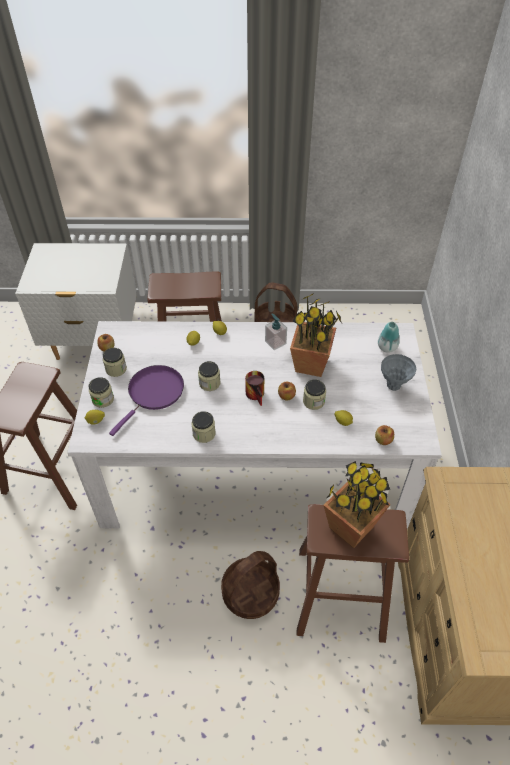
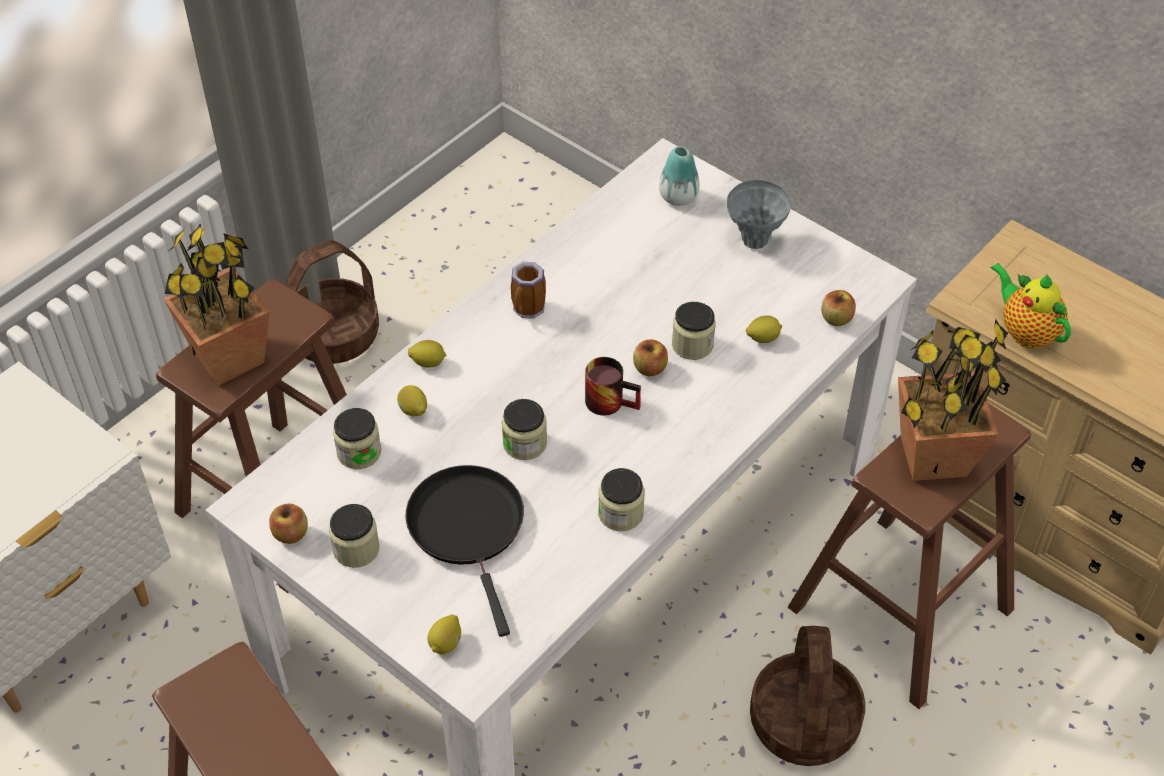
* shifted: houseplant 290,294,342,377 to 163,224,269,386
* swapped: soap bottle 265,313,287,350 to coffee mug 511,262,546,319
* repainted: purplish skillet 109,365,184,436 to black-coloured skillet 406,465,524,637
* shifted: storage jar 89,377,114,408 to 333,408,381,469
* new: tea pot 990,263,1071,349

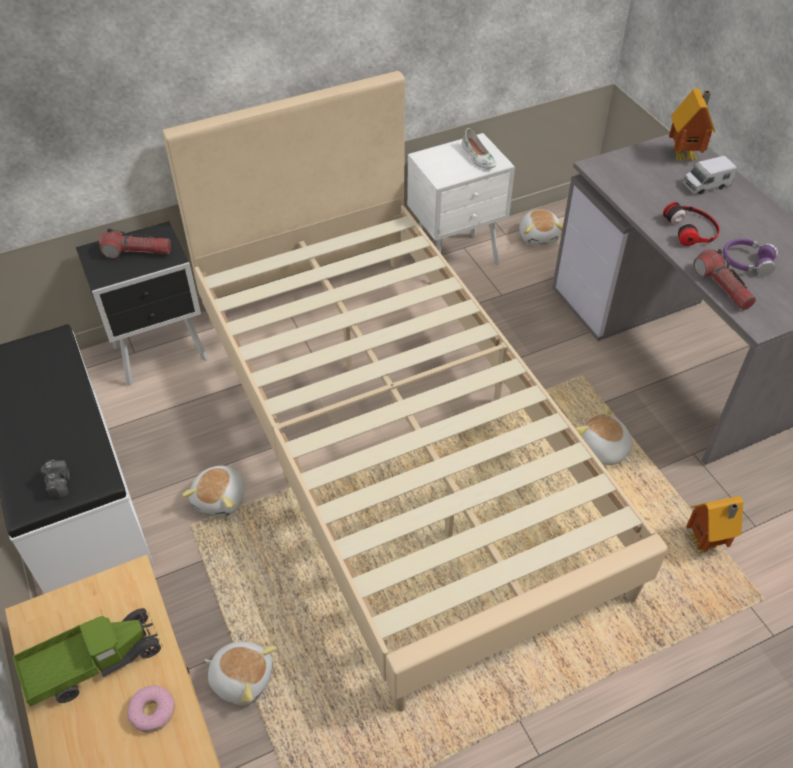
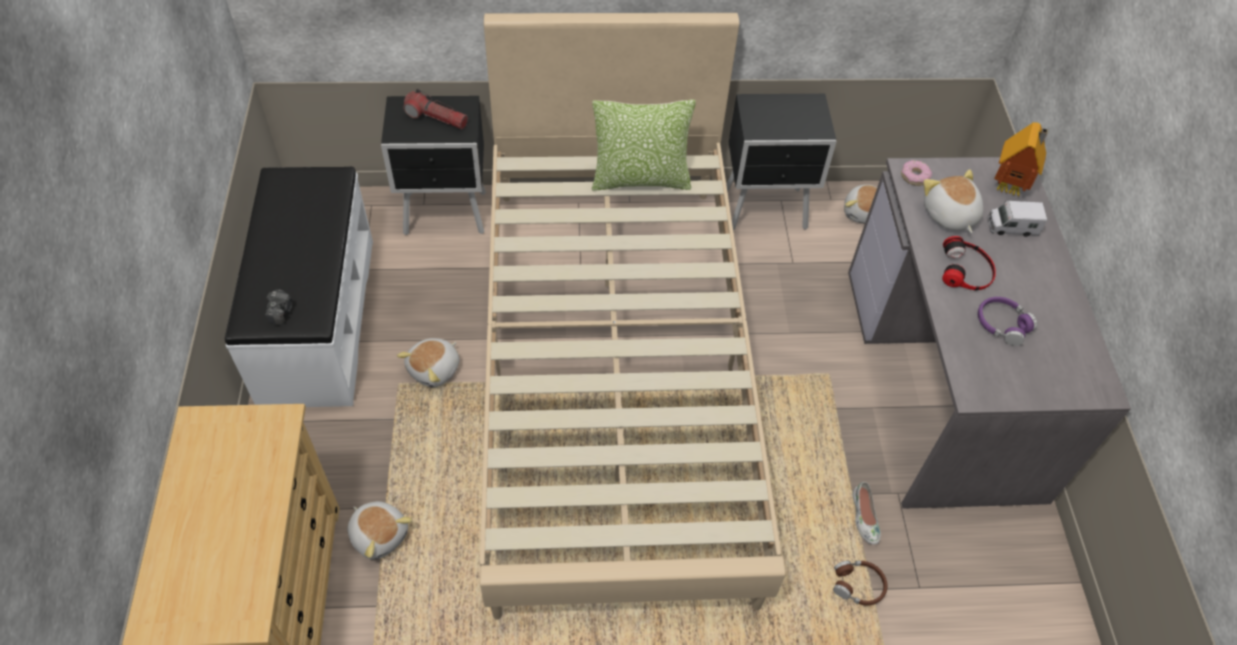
* shifted: white item of footwear 462,128,496,169 to 853,482,881,545
* repainted: white bedside table 407,133,515,265 to black-coloured bedside table 726,94,837,230
* gone: torch 693,249,756,310
* shifted: plush toy 575,405,633,465 to 923,169,983,233
* swapped: model house 686,496,743,554 to brown-coloured pair of headphones 833,561,888,606
* gone: toy truck 12,608,163,707
* shifted: donut 127,686,175,733 to 901,160,932,186
* new: throw pillow 591,100,696,190

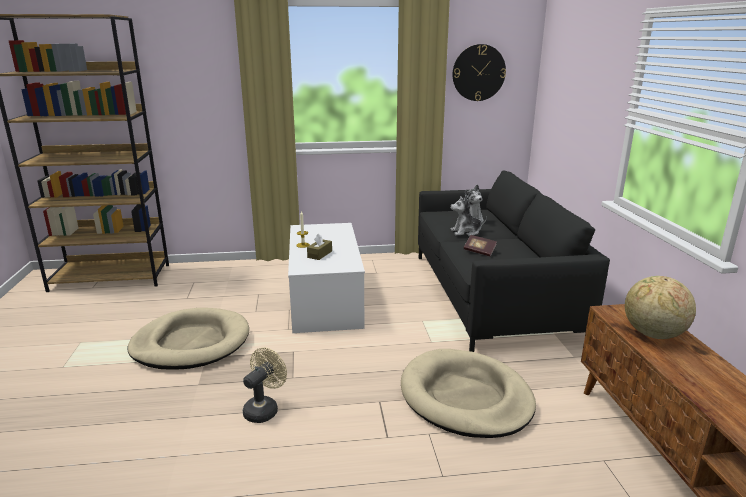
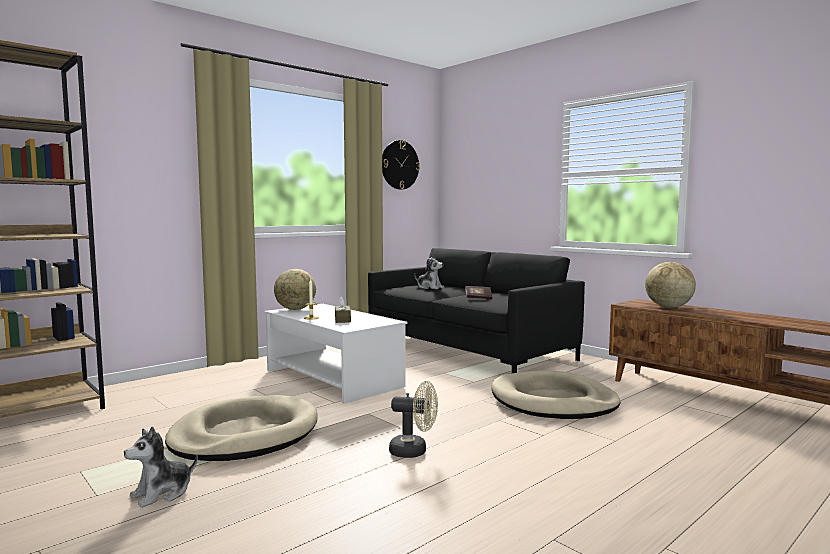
* shifted: plush toy 450,195,487,236 to 124,426,198,508
* rotated: beige-coloured electric fan 243,348,287,423 = 389,381,438,458 105 degrees clockwise
* new: desk globe 274,269,316,310

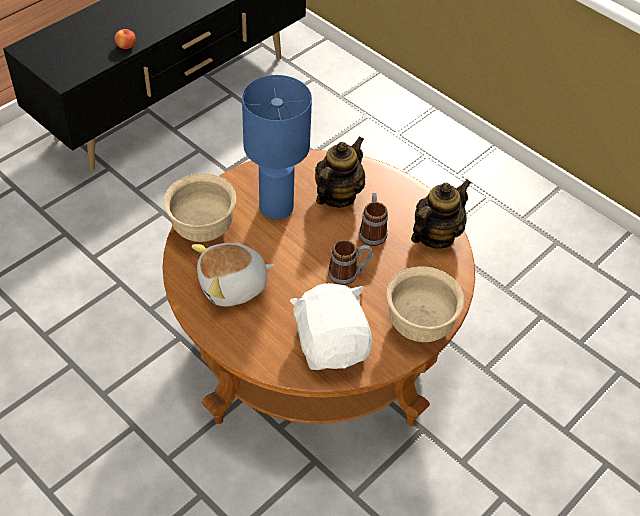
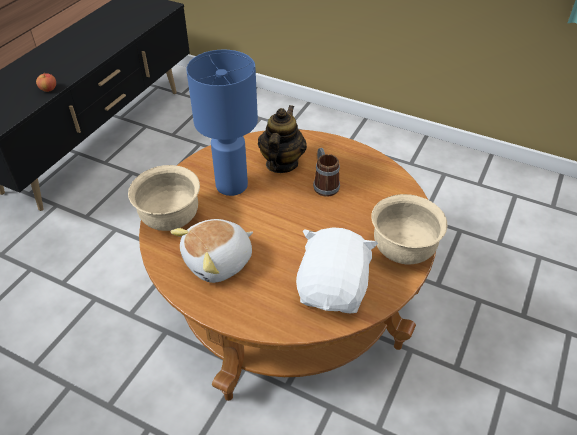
* gone: tea pot 411,179,471,249
* gone: coffee mug 328,240,373,285
* rotated: white plush toy 290,283,372,370 = 296,227,378,313 45 degrees clockwise

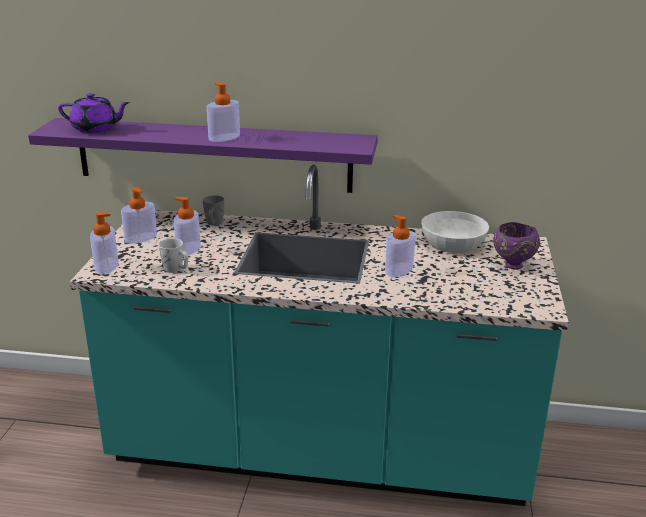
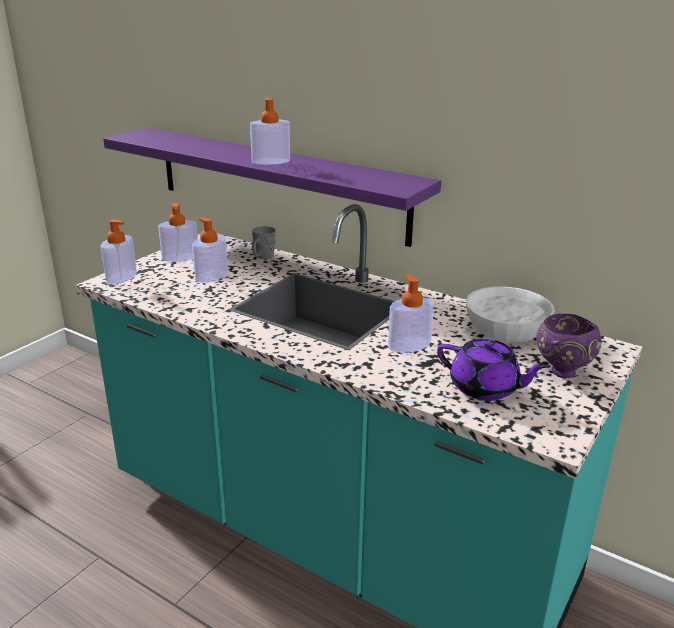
* shifted: purplish tea pot 58,93,130,133 to 437,339,549,401
* gone: white coffee mug 159,238,188,273

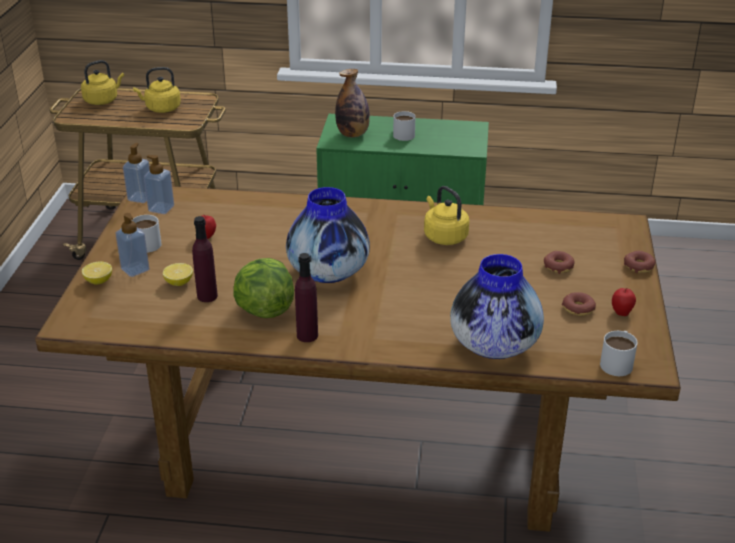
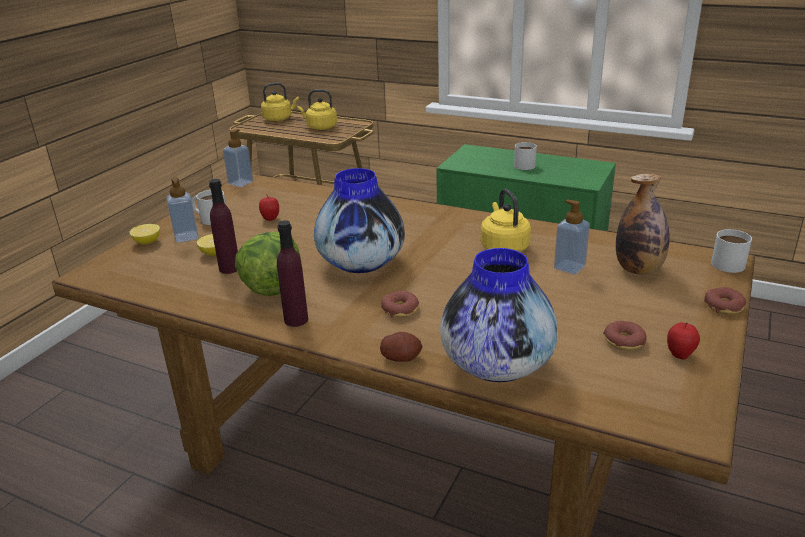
* shifted: drink bottle 335,69,370,137 to 616,173,670,275
* shifted: soap bottle 144,155,174,214 to 554,199,590,275
* shifted: donut 544,251,574,274 to 381,291,419,318
* shifted: white coffee mug 600,331,637,376 to 711,229,752,273
* new: whole potato 380,332,423,362

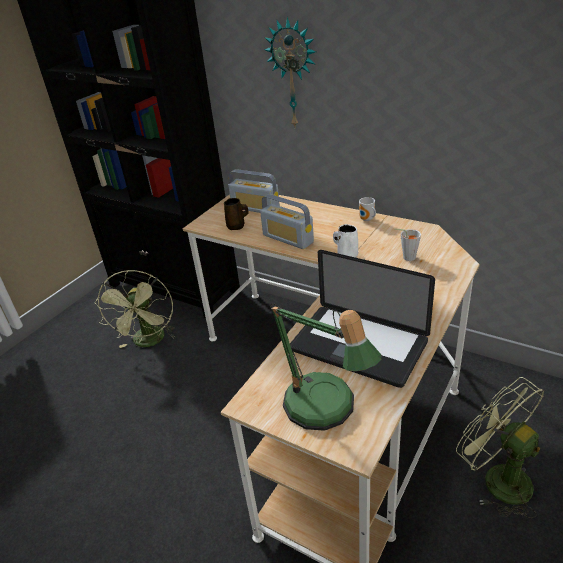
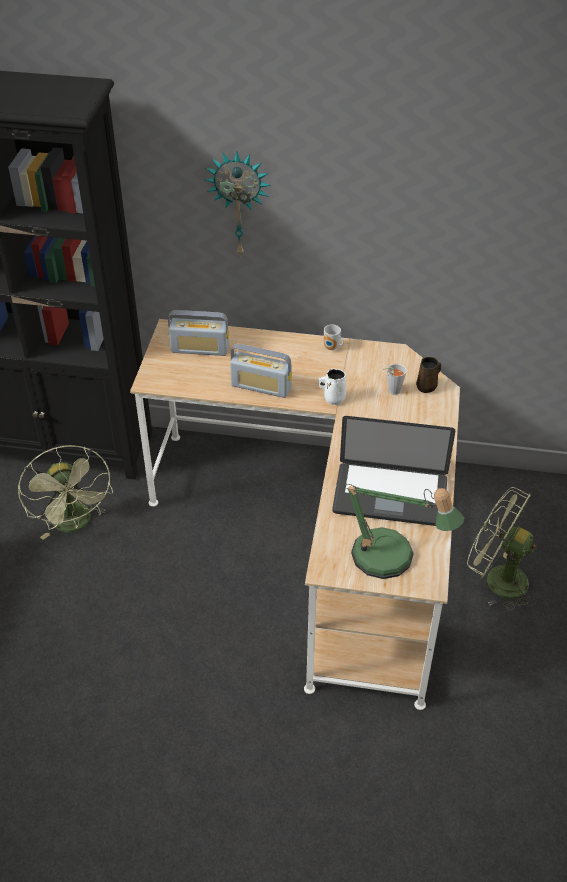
* shifted: brown-coloured coffee mug 224,198,249,230 to 416,357,441,393

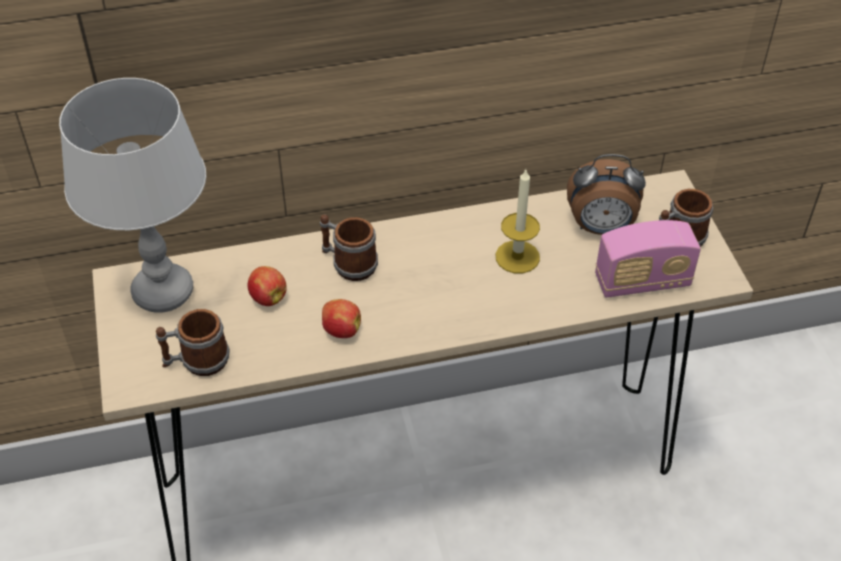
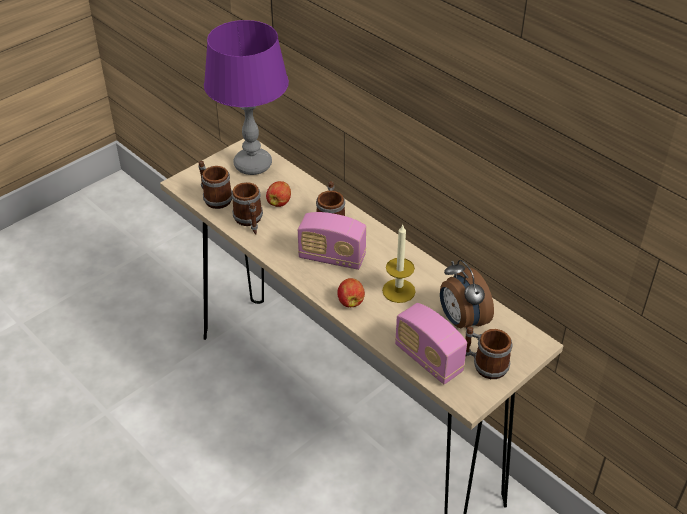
* repainted: gray tabletop lamp 59,78,206,313 to purplish tabletop lamp 204,20,289,175
* shifted: apple fruit 322,299,361,338 to 337,278,365,307
* new: coffee mug 232,182,263,234
* new: radio receiver 298,212,366,270

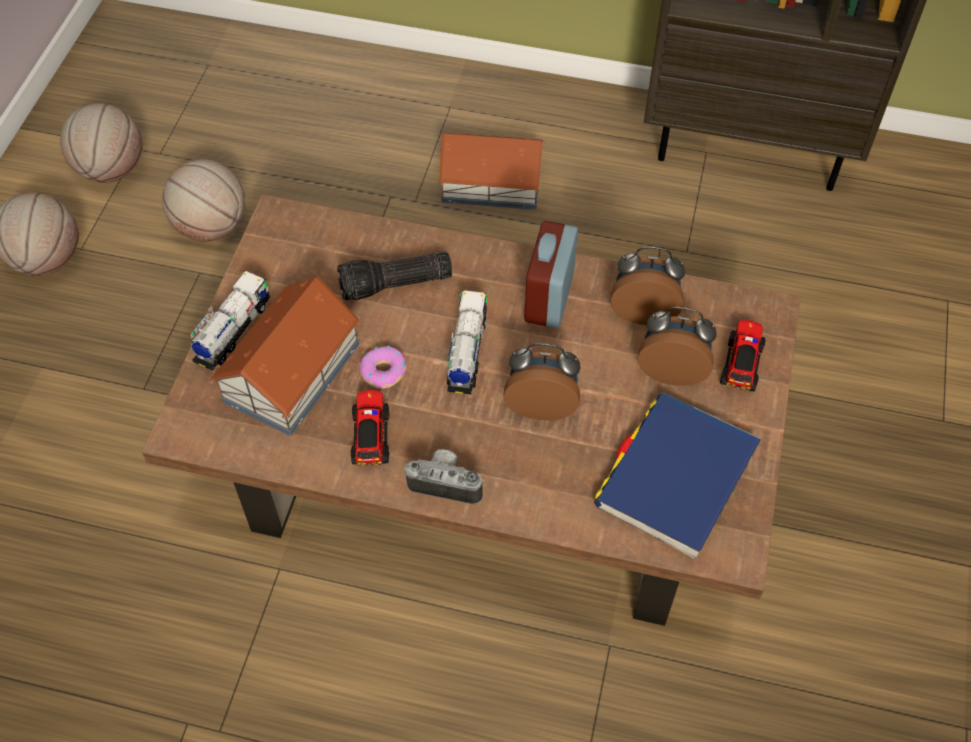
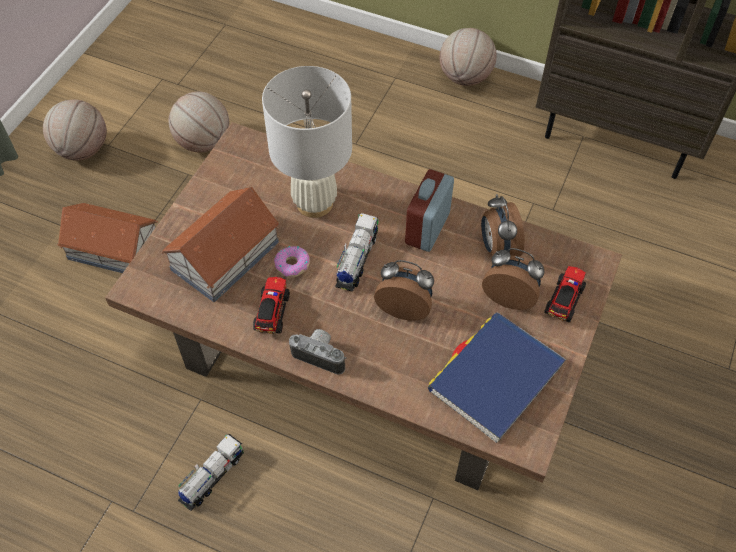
* shifted: basketball 60,103,143,183 to 439,28,497,86
* shifted: model house 438,133,545,210 to 57,203,158,273
* rotated: table clock 611,247,685,325 = 481,194,525,257 120 degrees counterclockwise
* swapped: torch 337,252,452,301 to white tabletop lamp 262,66,352,218
* shifted: toy truck 191,271,270,370 to 178,434,244,511

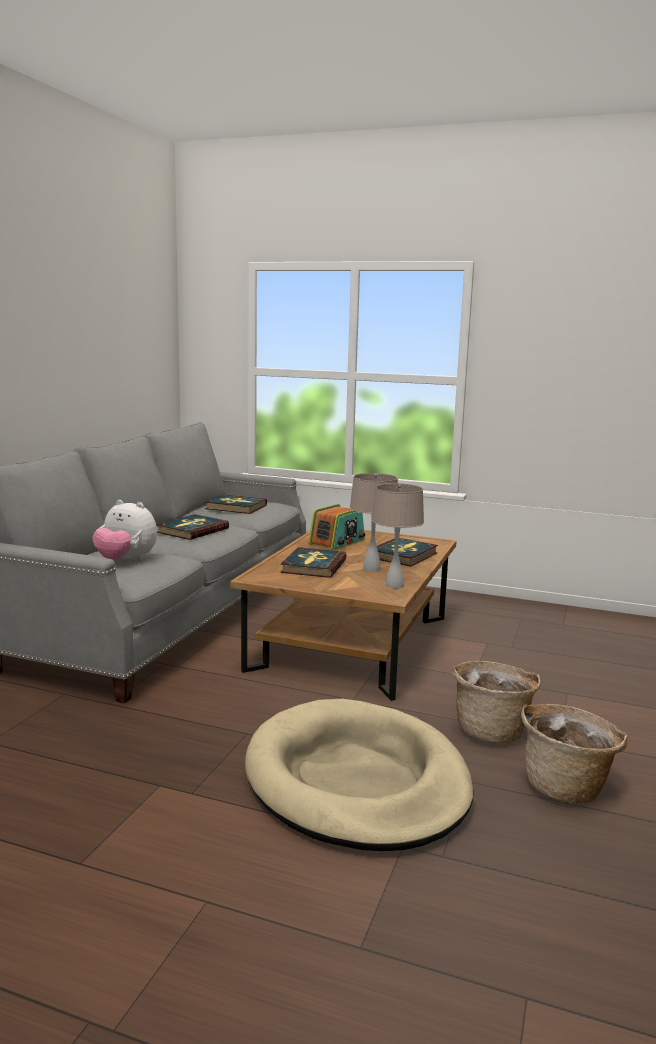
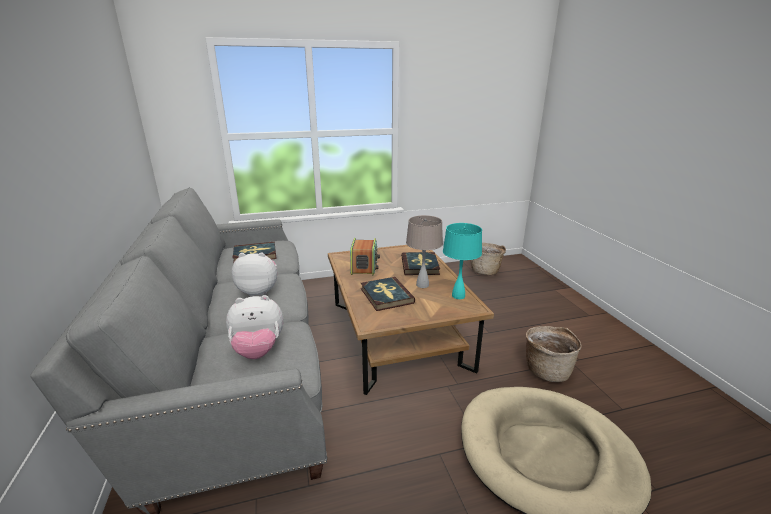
* repainted: beige-coloured tabletop lamp 372,483,424,589 to turquoise-coloured tabletop lamp 443,223,482,299
* swapped: book 156,514,229,540 to plush toy 232,252,277,296
* shifted: basket 521,704,628,804 to 471,243,506,275

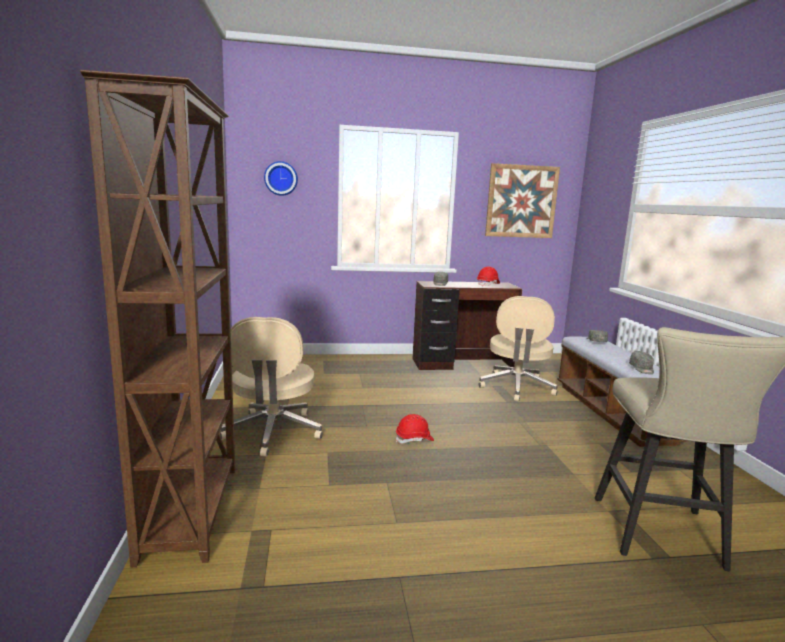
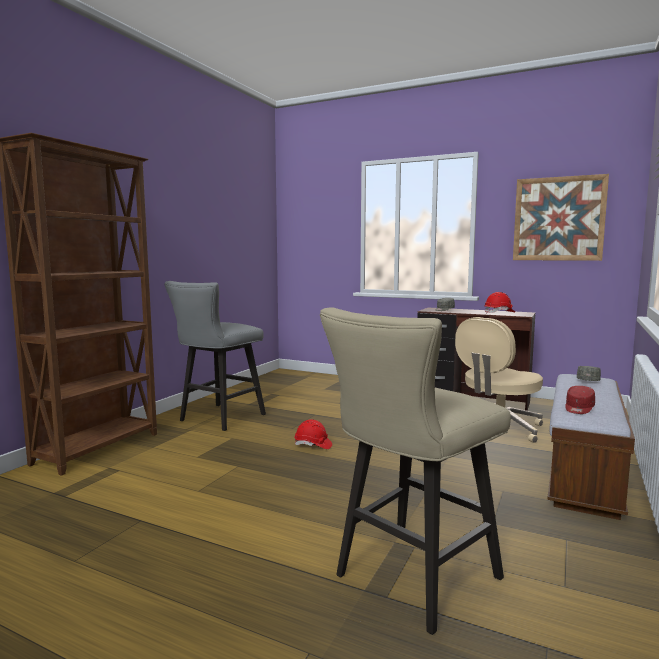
* gone: hanging clock 264,161,298,196
* swapped: beige-coloured office chair 220,317,323,457 to gray stool seat 164,281,266,431
* repainted: gray peaked cap 629,351,654,374 to reddish peaked cap 565,386,595,414

